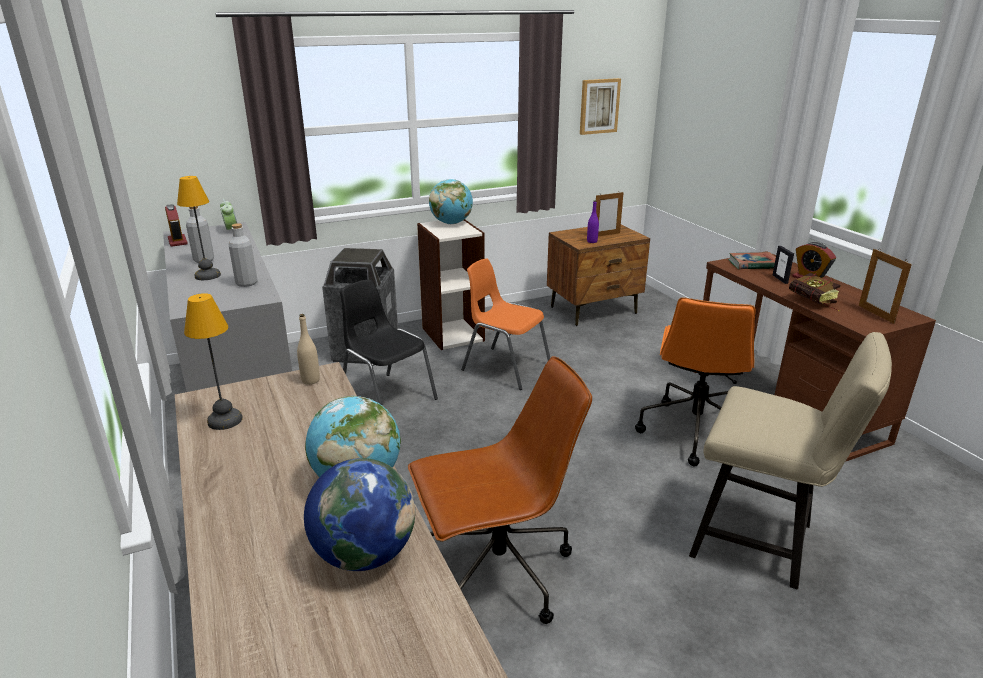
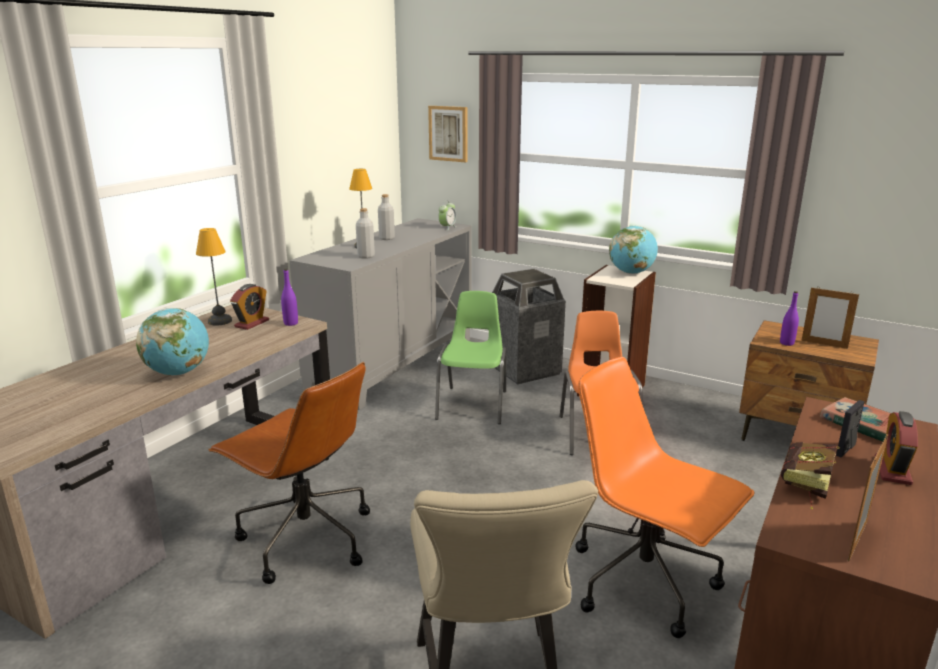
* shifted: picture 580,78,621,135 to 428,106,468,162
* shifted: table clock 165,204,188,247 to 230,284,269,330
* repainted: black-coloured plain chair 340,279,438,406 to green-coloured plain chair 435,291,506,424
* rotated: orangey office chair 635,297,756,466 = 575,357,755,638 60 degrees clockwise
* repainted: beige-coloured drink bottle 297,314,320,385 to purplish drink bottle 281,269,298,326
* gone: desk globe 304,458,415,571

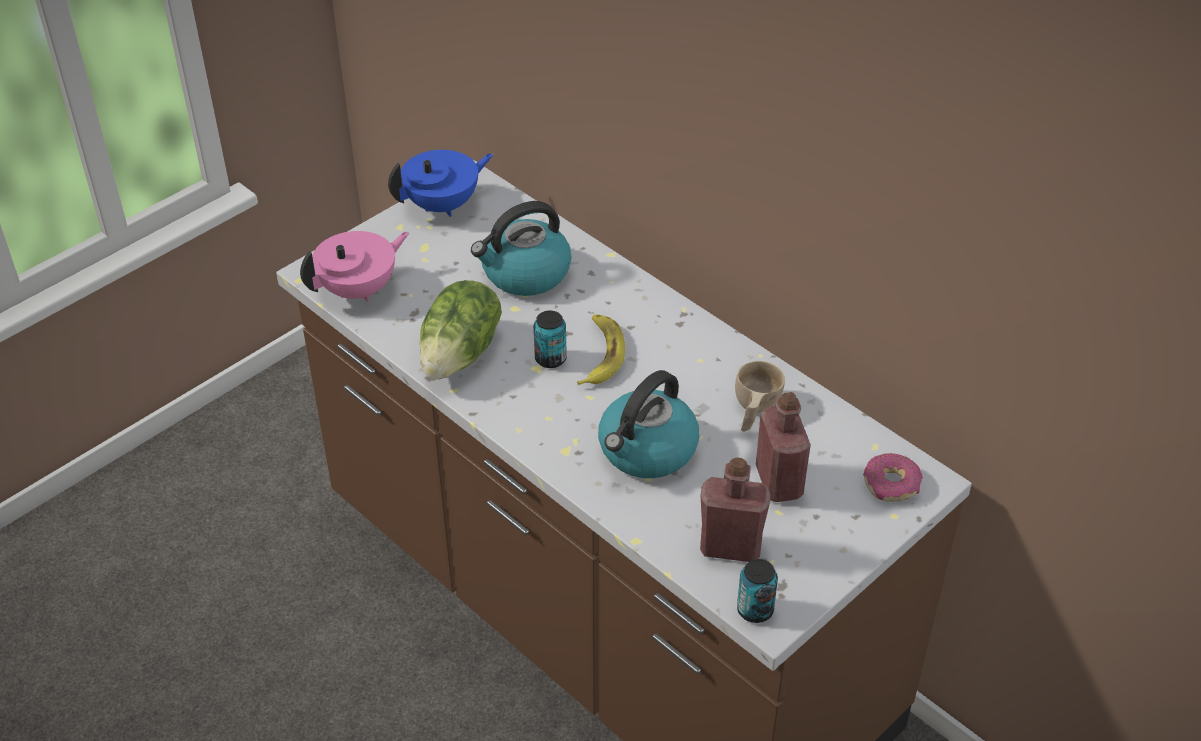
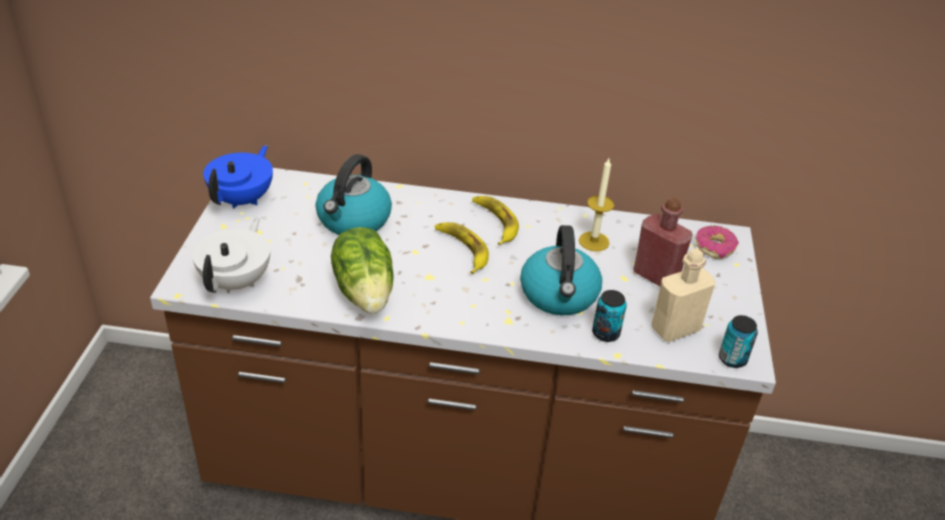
* repainted: pink tea pot 300,231,409,302 to white tea pot 192,218,270,293
* shifted: can 534,311,567,368 to 592,290,627,342
* swapped: beige-coloured cup 735,361,785,432 to candle 579,158,614,251
* repainted: reddish drink bottle 700,457,771,562 to beige-coloured drink bottle 652,248,715,342
* new: banana 472,196,519,245

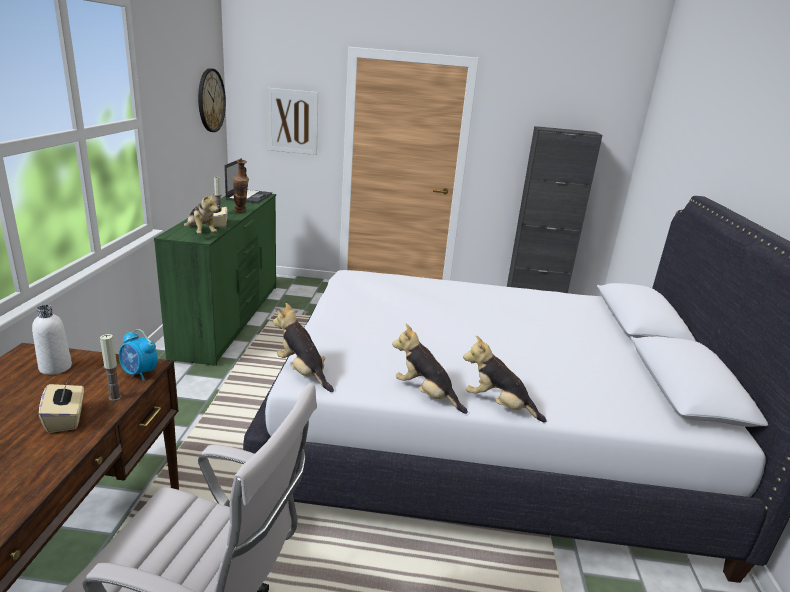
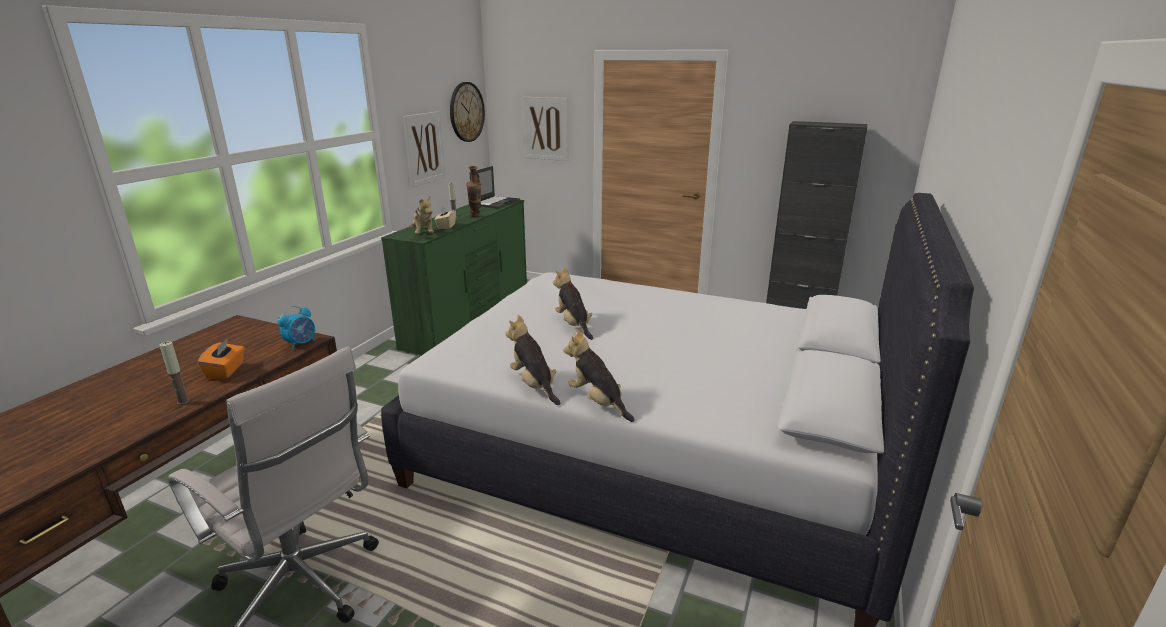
* shifted: plush toy 273,303,334,392 to 553,267,593,340
* gone: white drink bottle 32,305,72,375
* rotated: table clock 119,329,157,381 = 278,306,315,350 105 degrees counterclockwise
* shifted: candle 100,334,122,401 to 159,341,190,405
* repainted: beige-coloured tissue box 39,378,84,433 to orangey tissue box 197,338,245,379
* new: picture 403,111,446,187

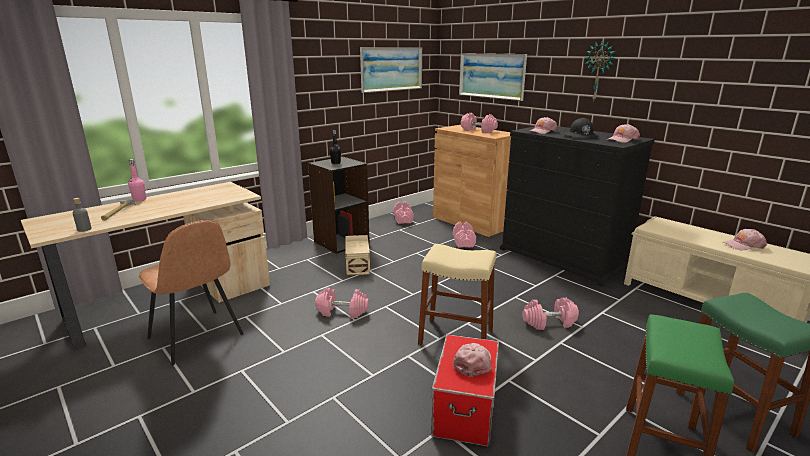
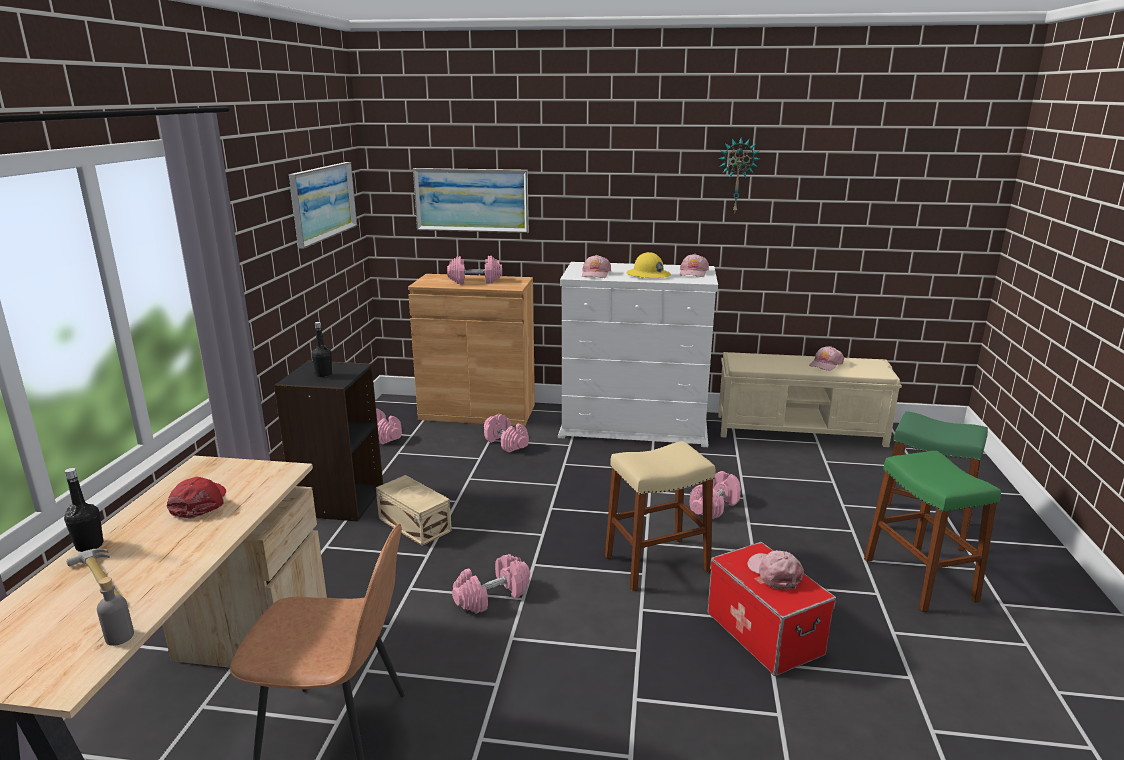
* shifted: hanging clock 584,40,615,100 to 718,137,760,212
* repainted: black-coloured work helmet 563,118,599,138 to yellow-coloured work helmet 627,252,671,279
* repainted: black-coloured dresser 500,126,655,287 to white dresser 558,262,718,447
* repainted: pink drink bottle 128,159,146,202 to black-coloured drink bottle 64,468,103,552
* new: reddish peaked cap 167,477,226,519

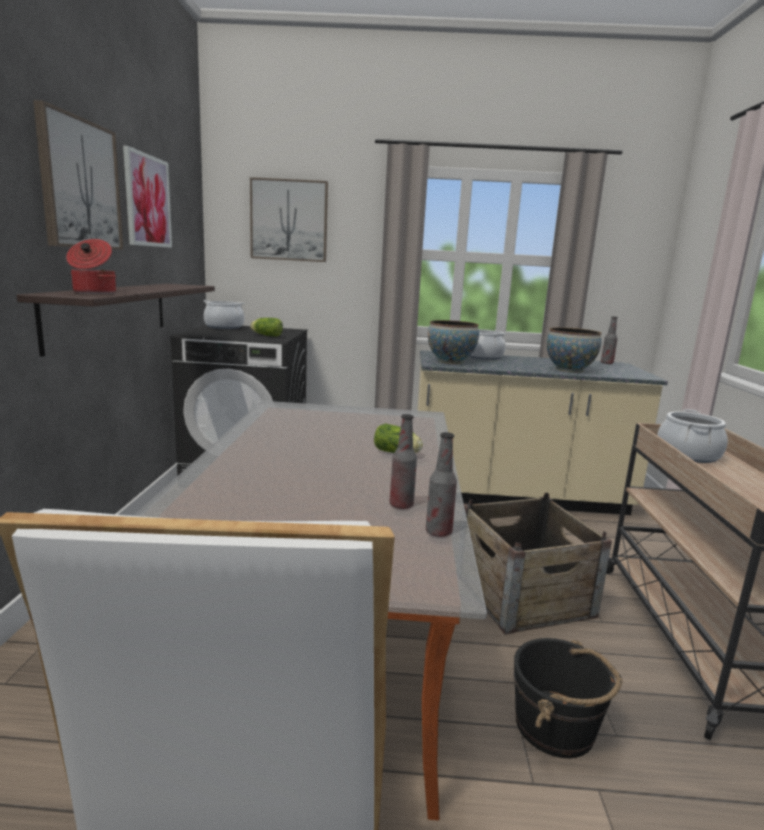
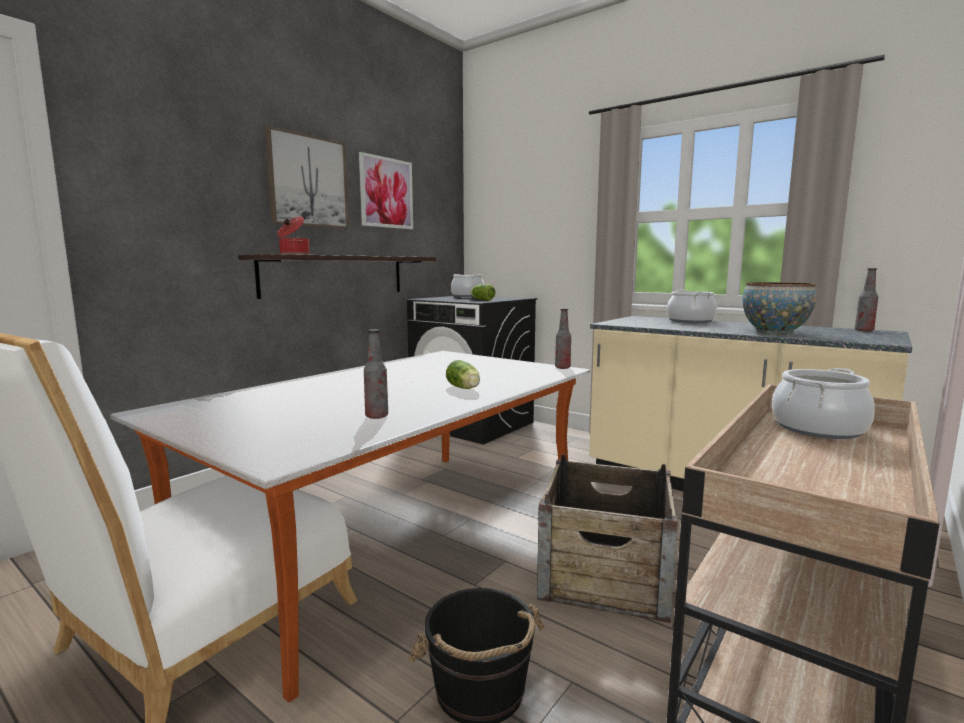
* gone: picture 250,177,328,262
* gone: bowl 428,320,479,364
* shifted: drink bottle 426,432,457,537 to 555,309,571,369

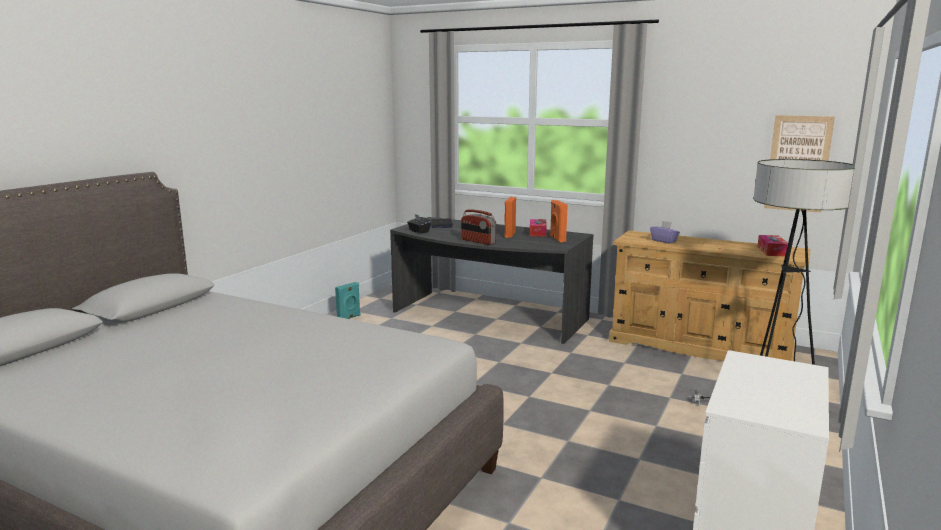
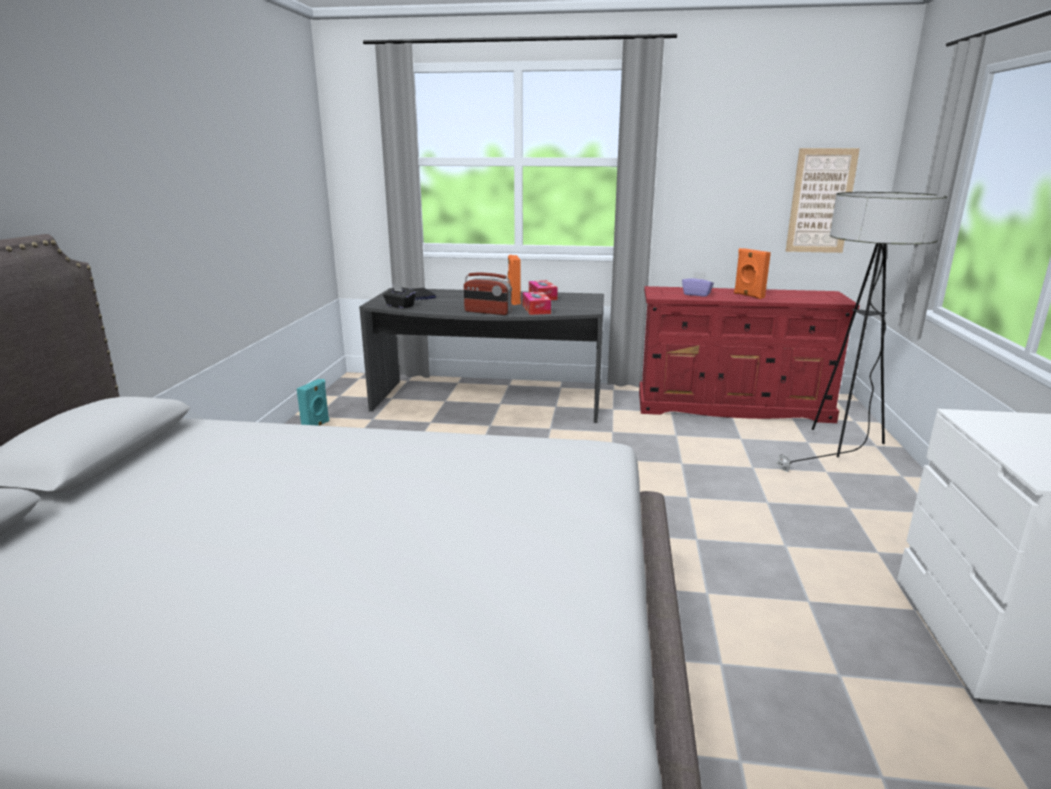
* shifted: orangey audio speaker 550,200,568,242 to 734,248,771,299
* repainted: beige-coloured dresser 609,231,811,361 to reddish dresser 639,286,860,423
* shifted: tissue box 757,235,788,257 to 522,292,551,315

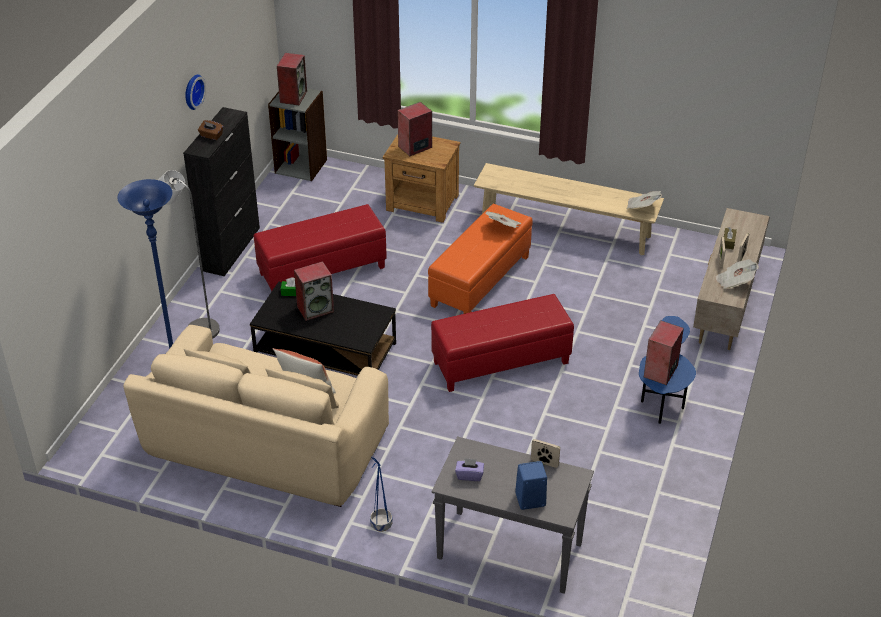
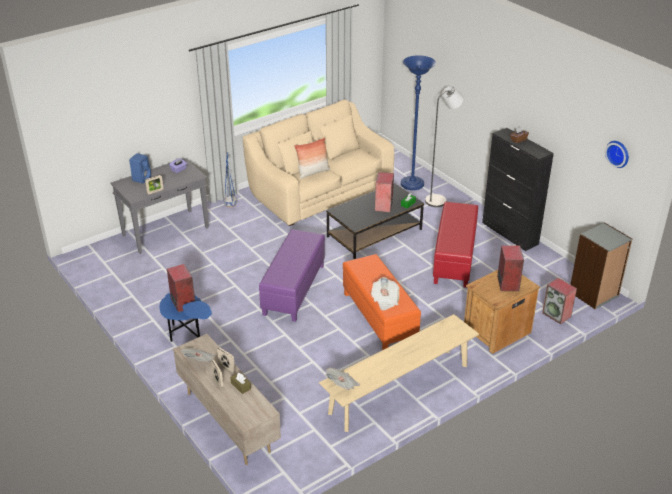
* shifted: audio speaker 277,53,307,105 to 542,278,577,324
* shifted: hanging clock 185,74,206,110 to 605,141,629,168
* repainted: reddish footrest 431,294,574,392 to purplish footrest 259,229,325,322

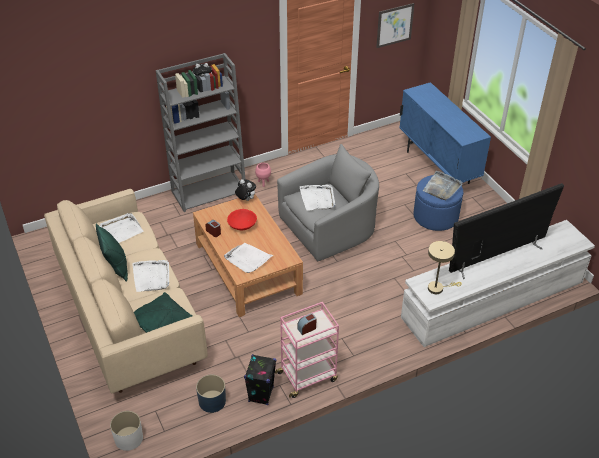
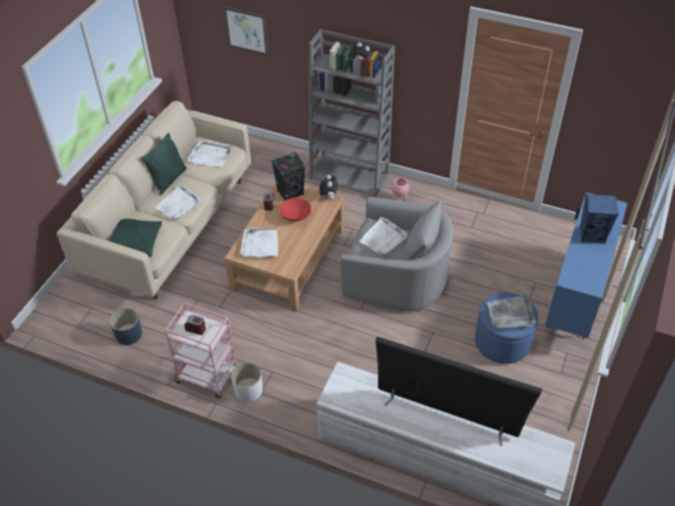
* shifted: picture 376,3,415,48 to 223,6,269,56
* gone: beige-coloured tabletop lamp 428,241,462,294
* shifted: black-coloured audio speaker 244,354,276,405 to 272,152,305,201
* shifted: white plant pot 110,411,143,451 to 231,362,263,402
* new: blue audio speaker 579,194,619,244

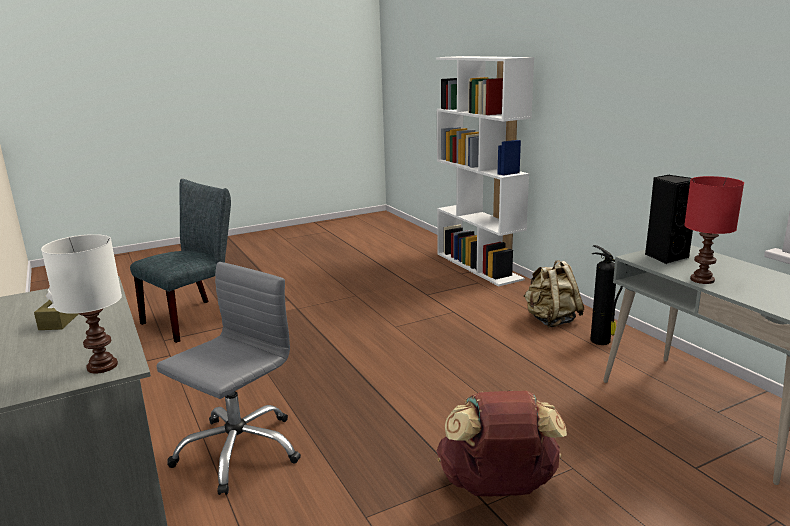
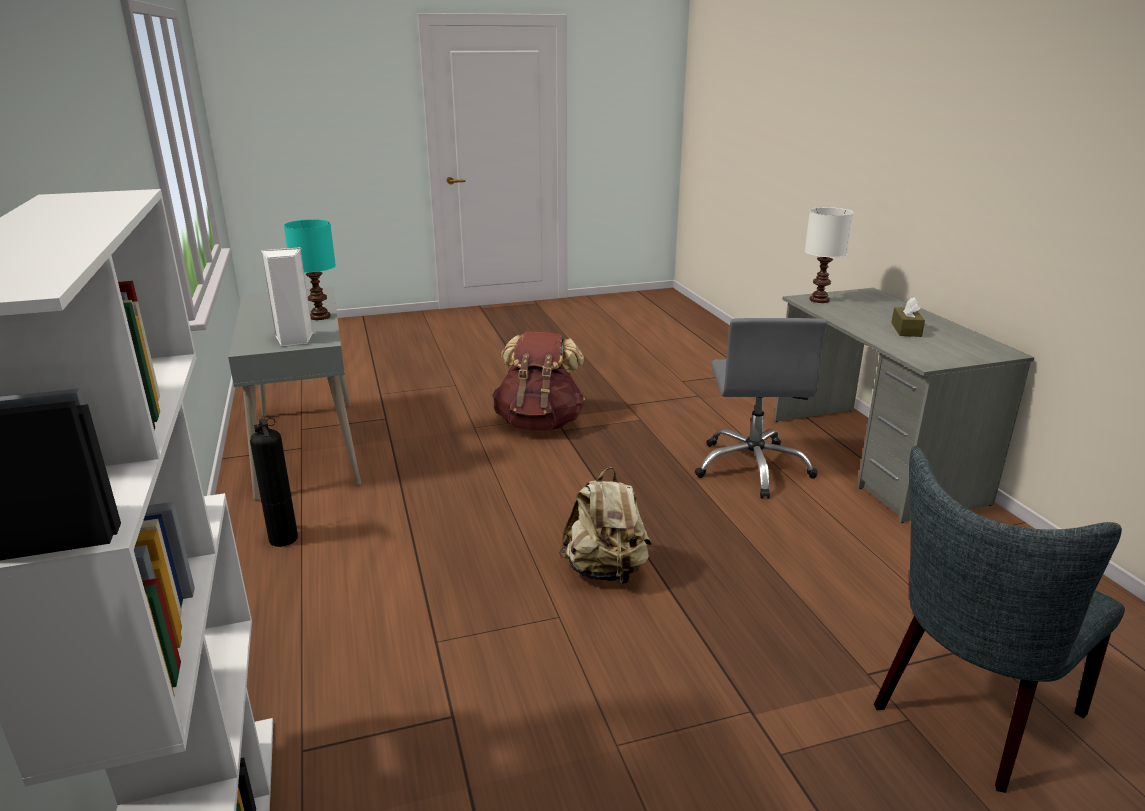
* repainted: black-coloured audio speaker 645,175,693,264 to white audio speaker 261,247,313,346
* repainted: reddish tabletop lamp 684,176,744,284 to turquoise-coloured tabletop lamp 284,219,336,320
* shifted: beige-coloured knapsack 524,260,584,328 to 559,467,652,584
* rotated: gray office chair 156,262,301,495 = 695,318,827,499 45 degrees counterclockwise

